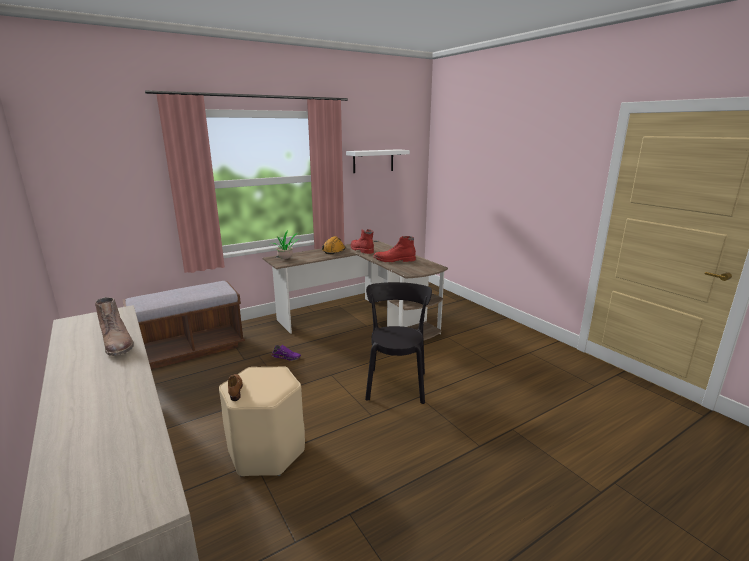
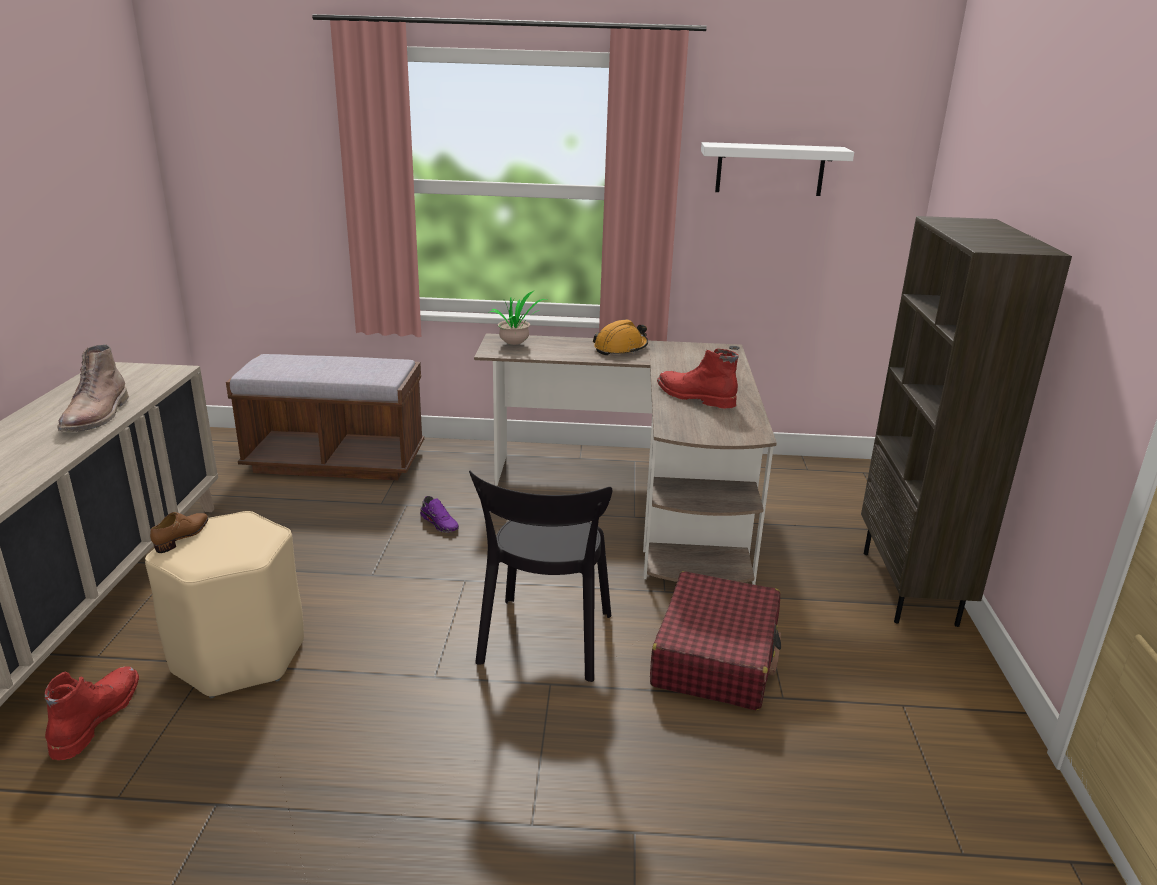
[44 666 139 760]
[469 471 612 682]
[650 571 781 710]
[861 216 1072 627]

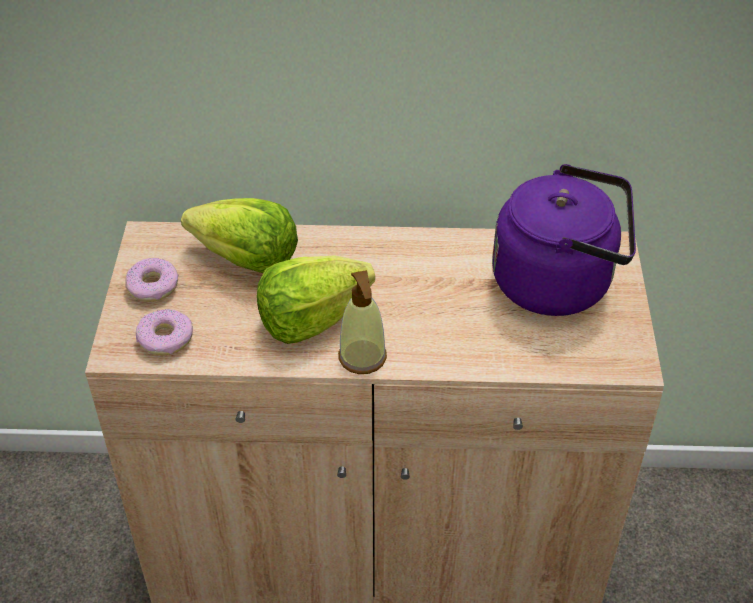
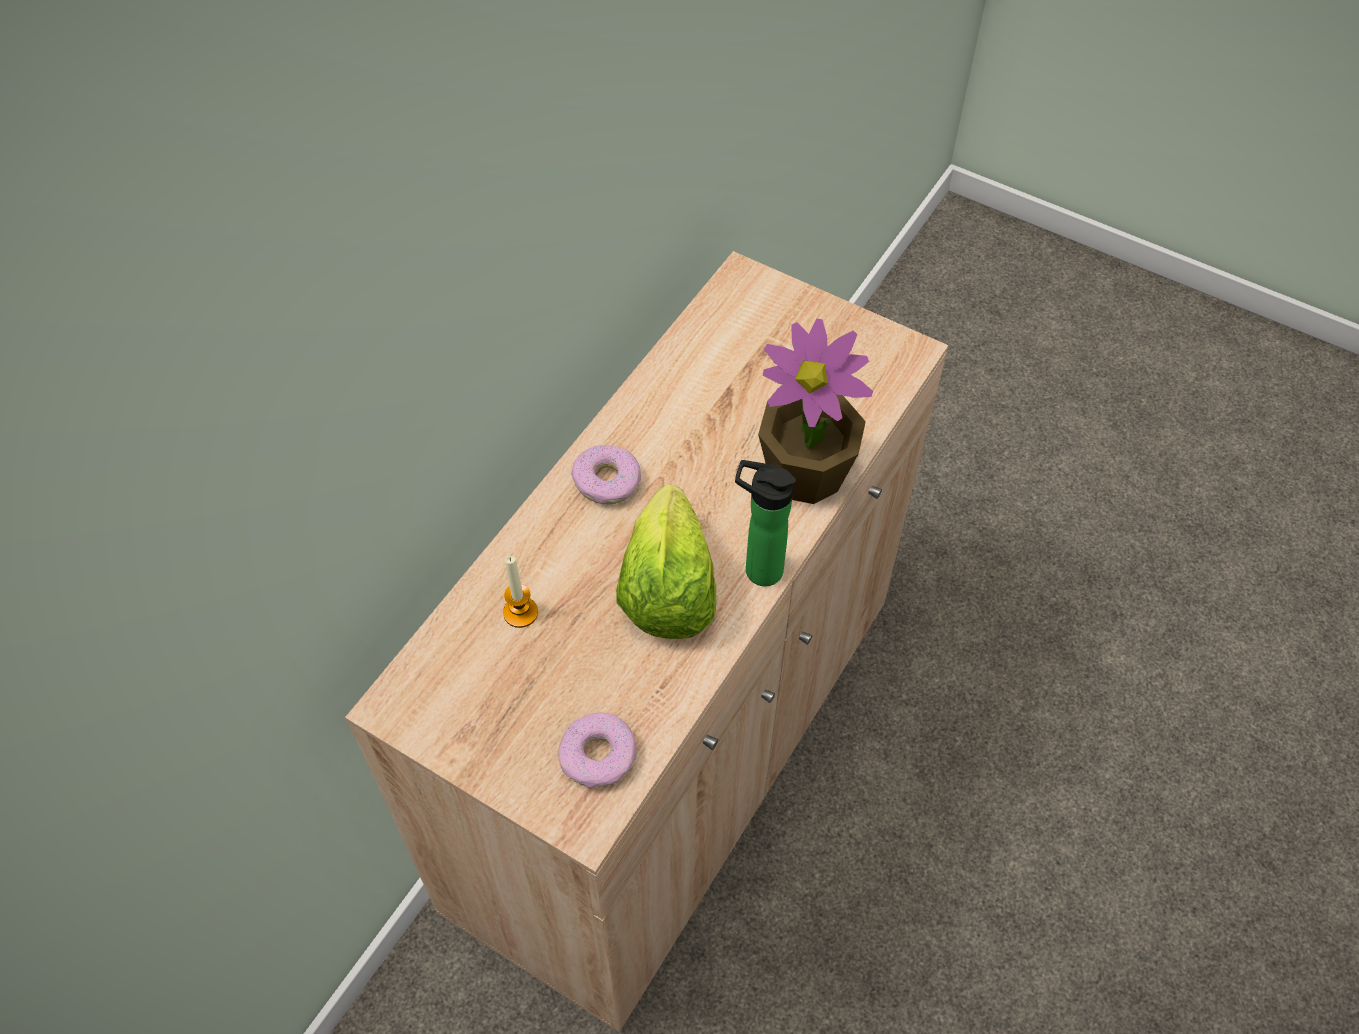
[571 445 641 505]
[503 556 538 628]
[735 460 796 586]
[492 164 636 316] (first image)
[758 319 873 504]

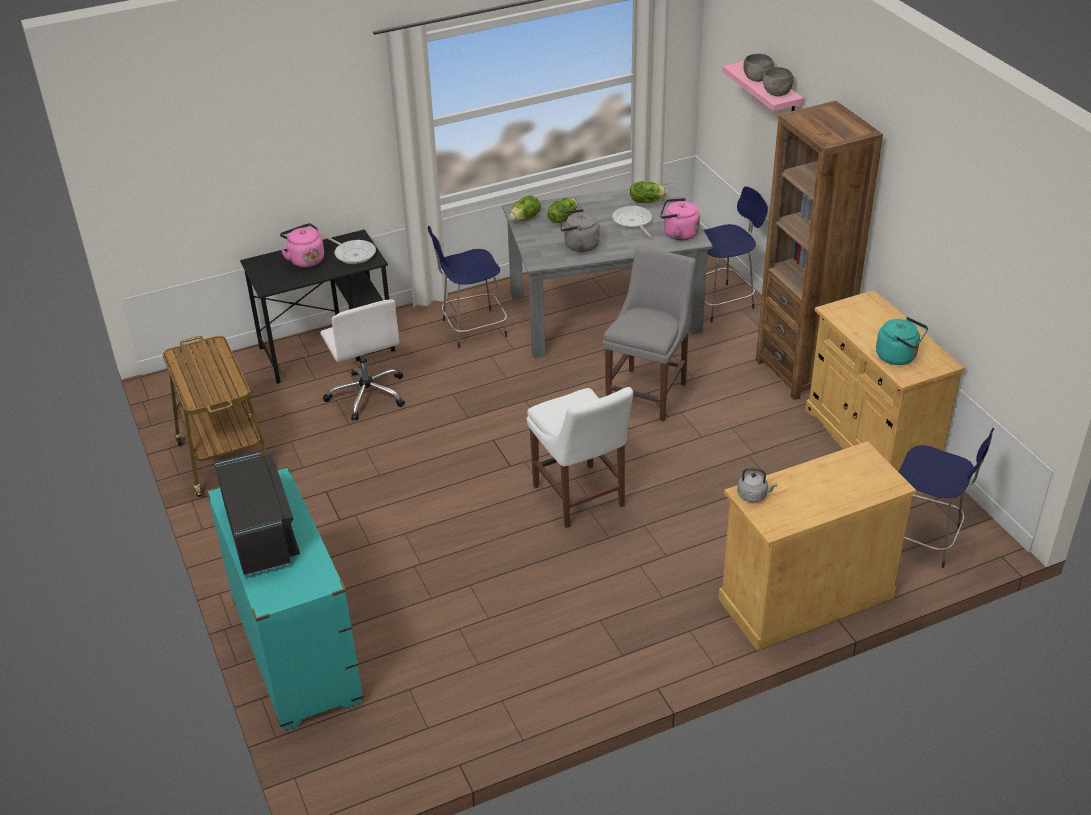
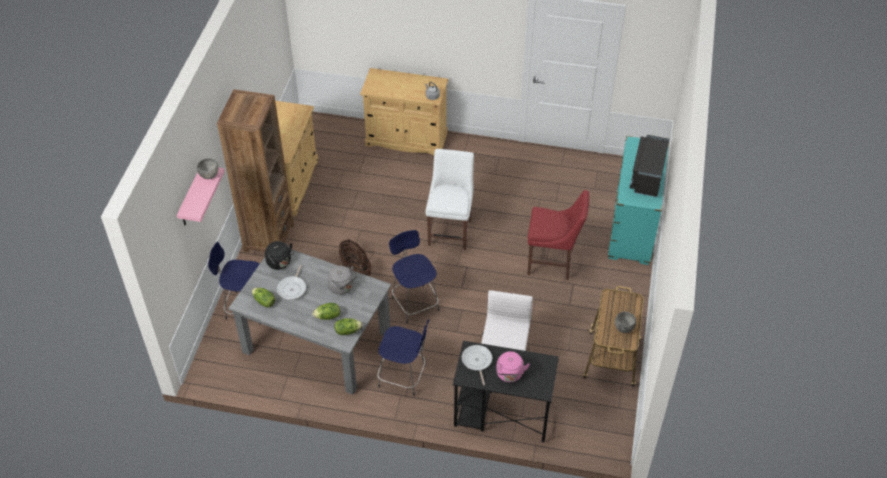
[339 239 371 276]
[265 241 294 270]
[615 311 636 333]
[876 317 928 365] (first image)
[389 230 439 323]
[527 190 589 280]

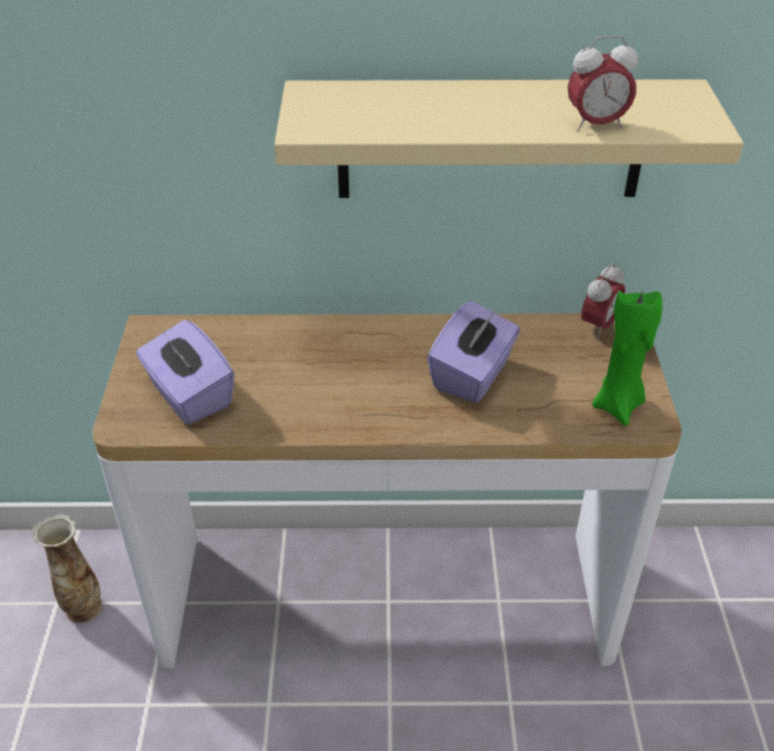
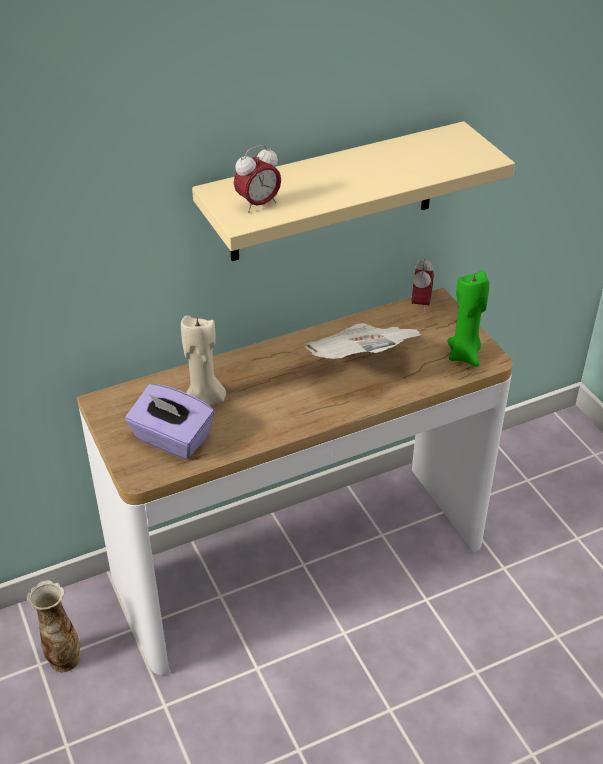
[305 323 421 359]
[234 145 281 213]
[181 315 226 406]

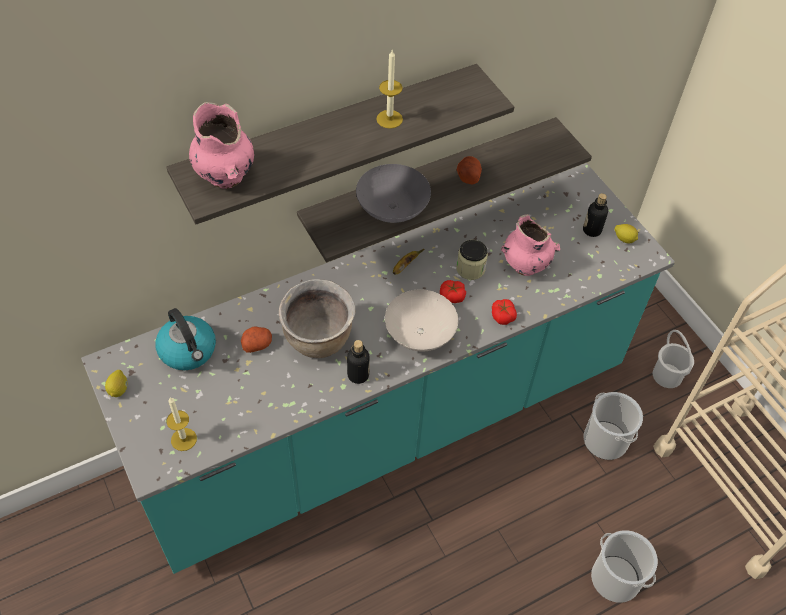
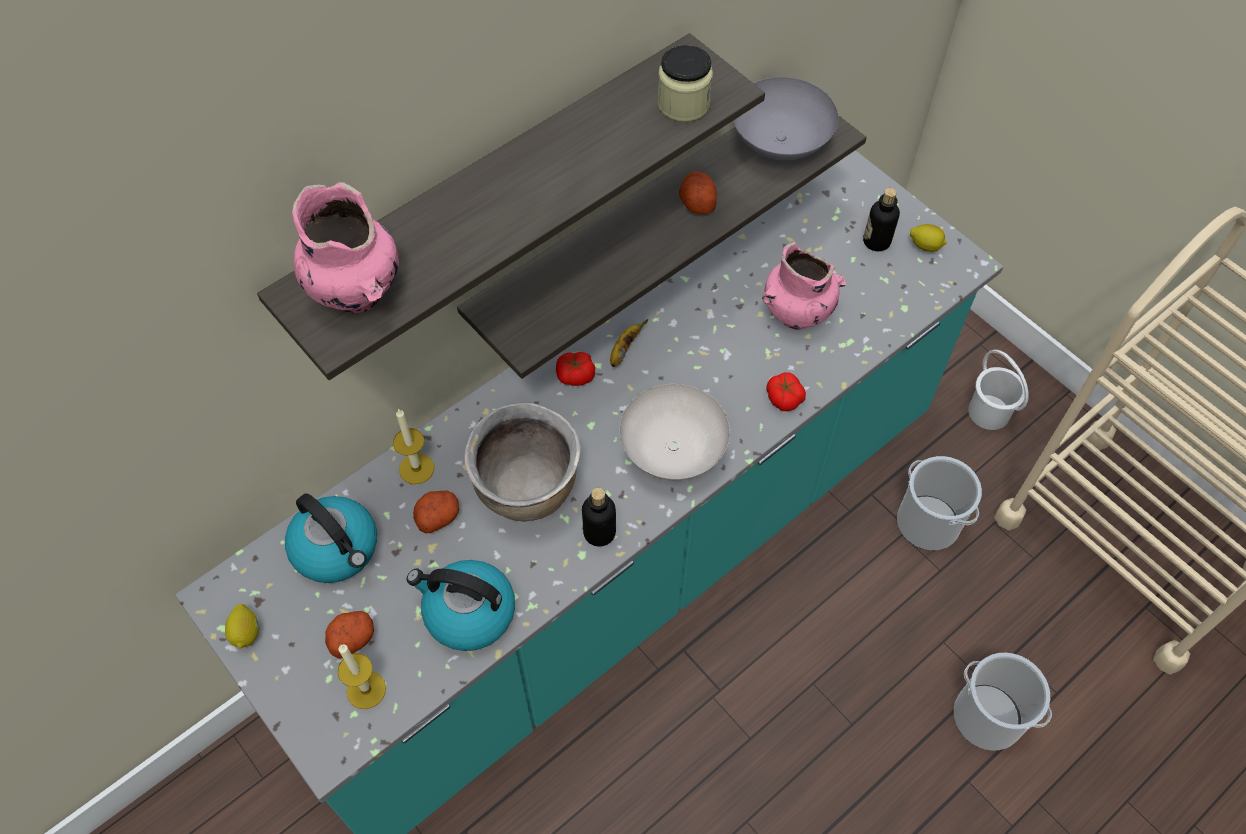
[733 77 838 160]
[393 408 434 484]
[556 352 595 386]
[658 45 713 122]
[325 611 374 659]
[407 560 515 651]

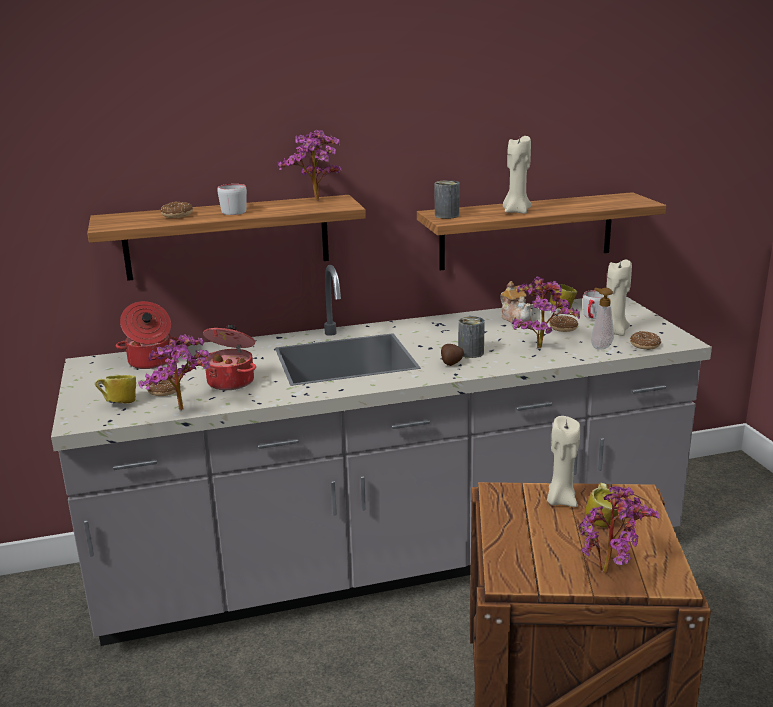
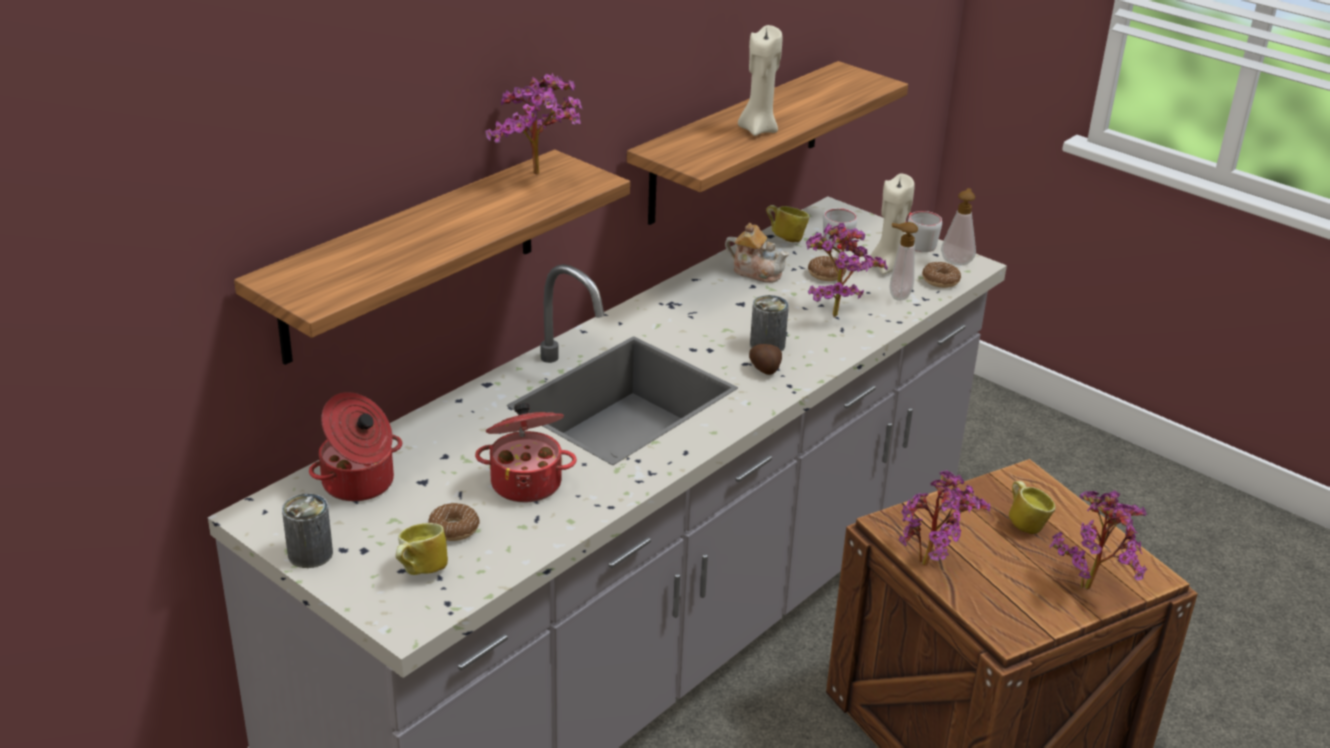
[899 470 990 566]
[161 202 193 218] (first image)
[908 211 942 252]
[282 493 333 568]
[547 416 580 507] (first image)
[941 188 976 265]

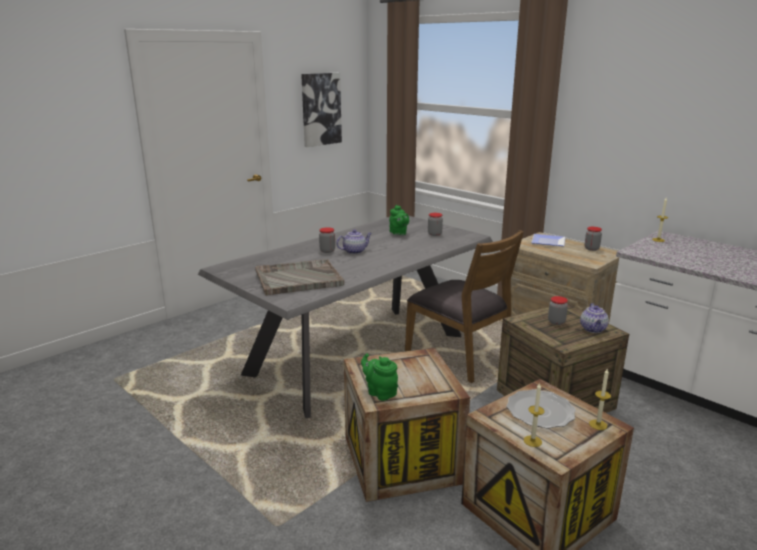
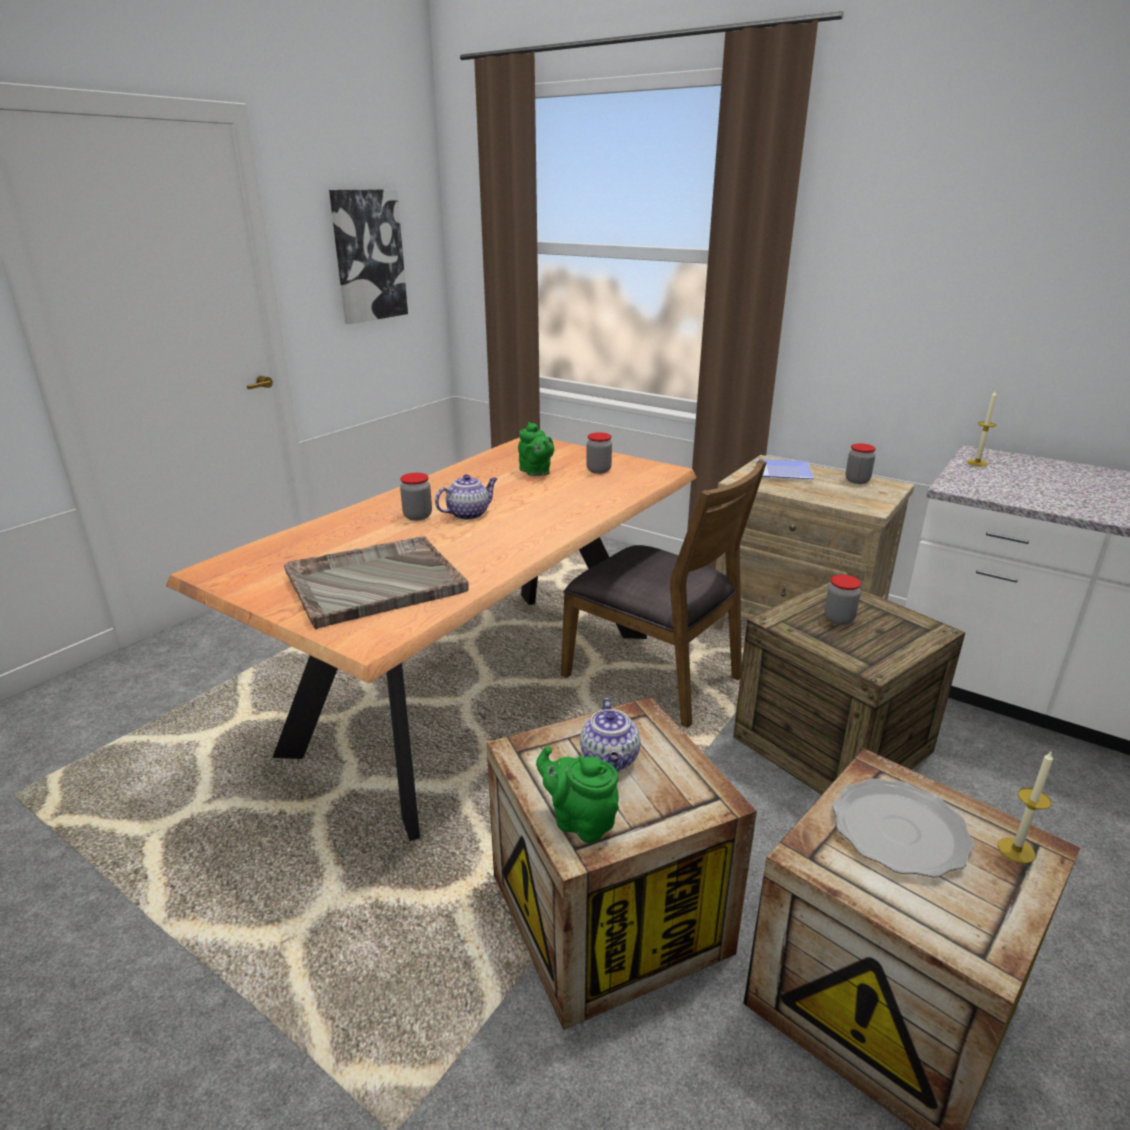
[166 437 697 841]
[524 382 544 447] (first image)
[580 698 641 773]

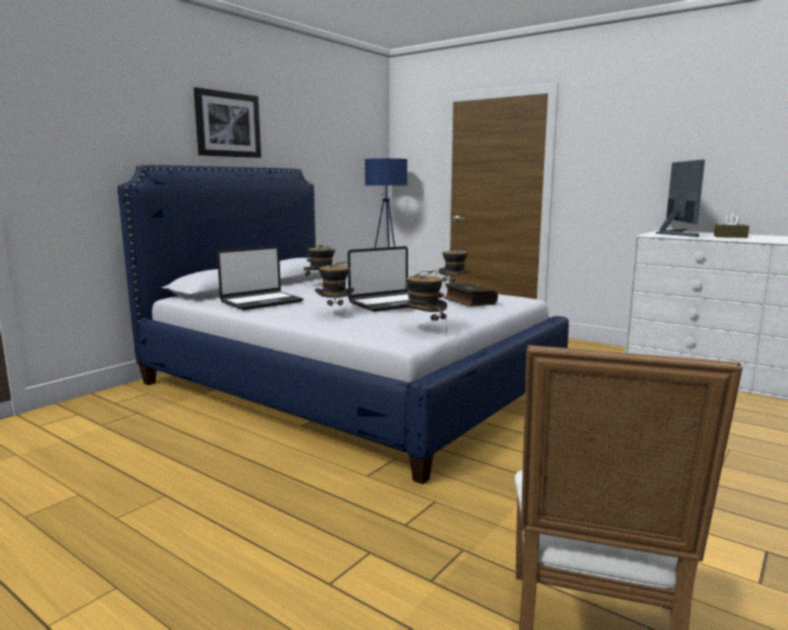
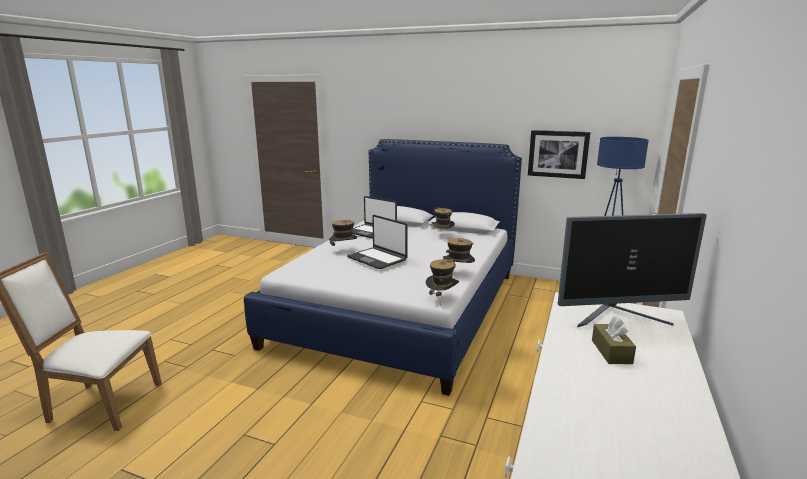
[528 130 590 179]
[426 259 459 307]
[444 283 498 307] (first image)

